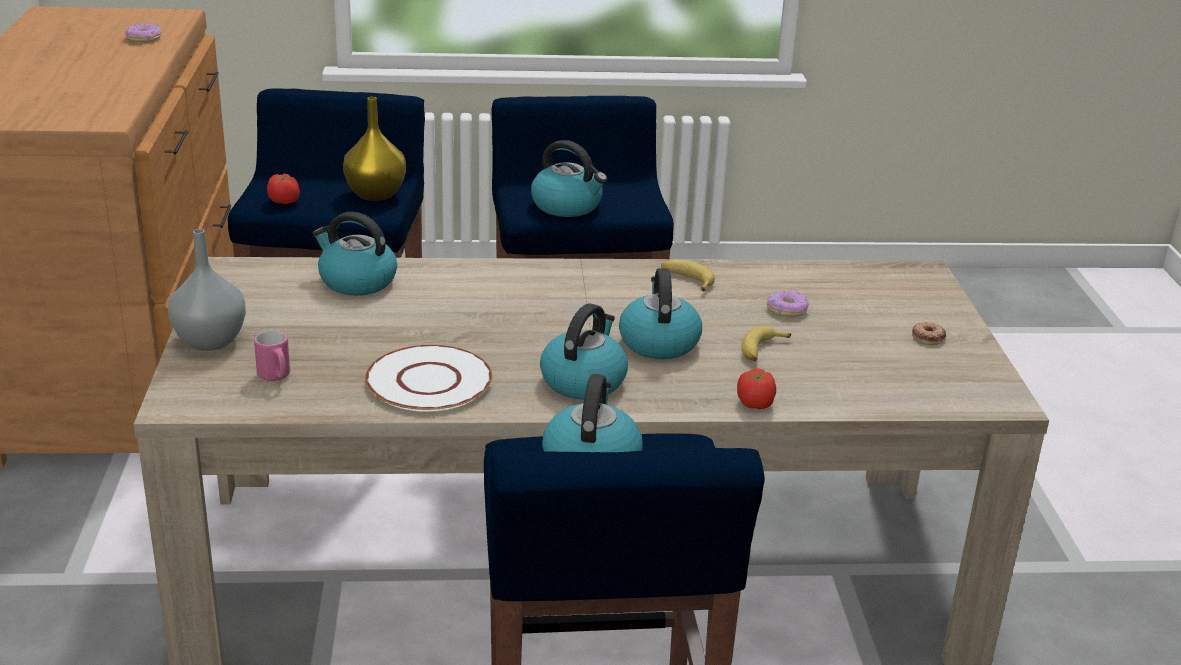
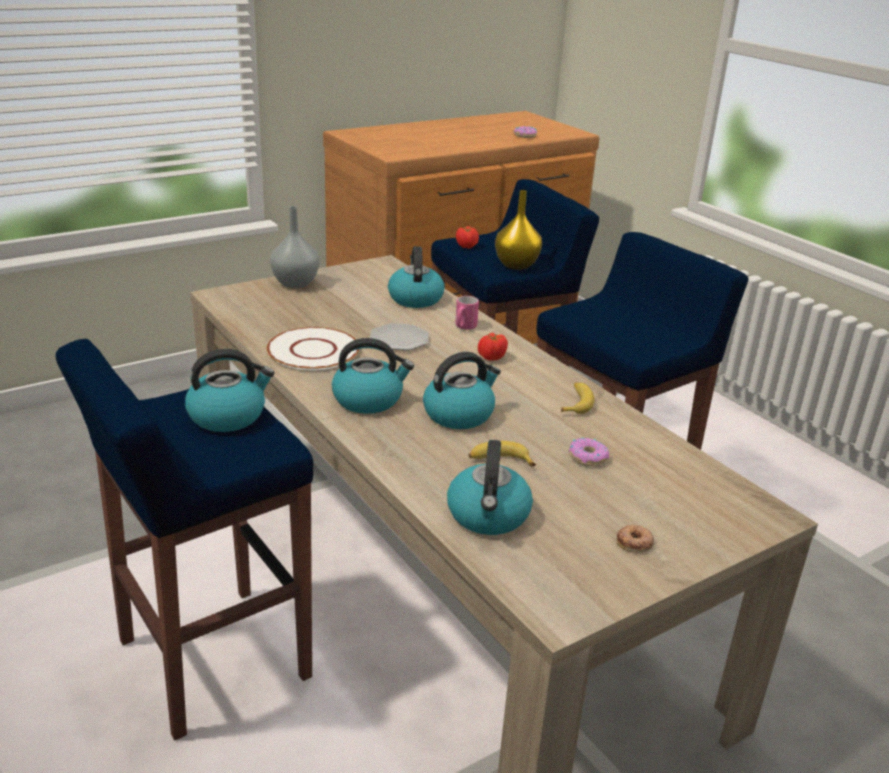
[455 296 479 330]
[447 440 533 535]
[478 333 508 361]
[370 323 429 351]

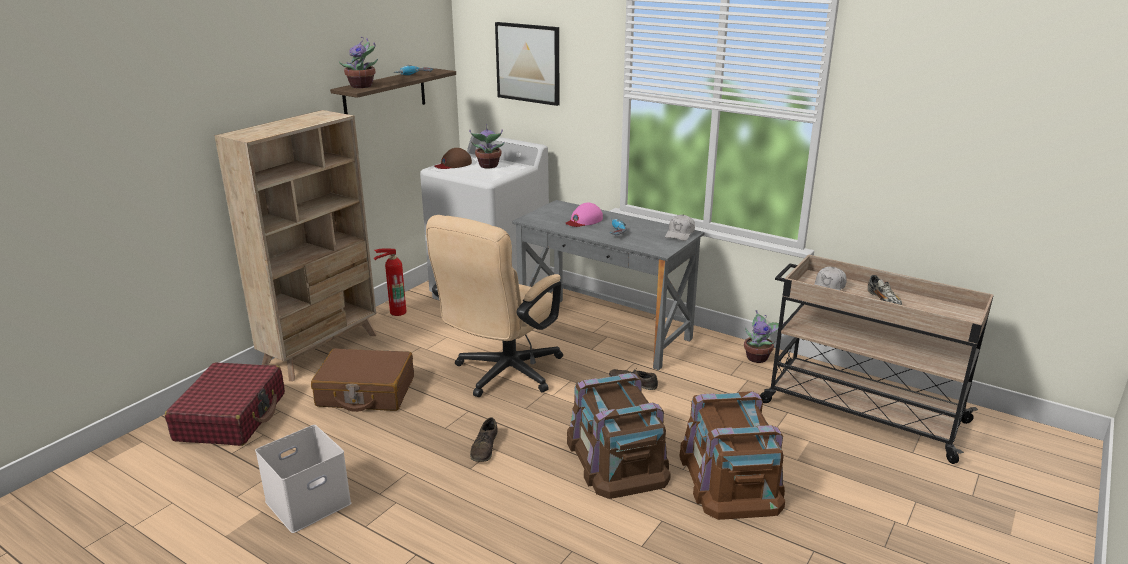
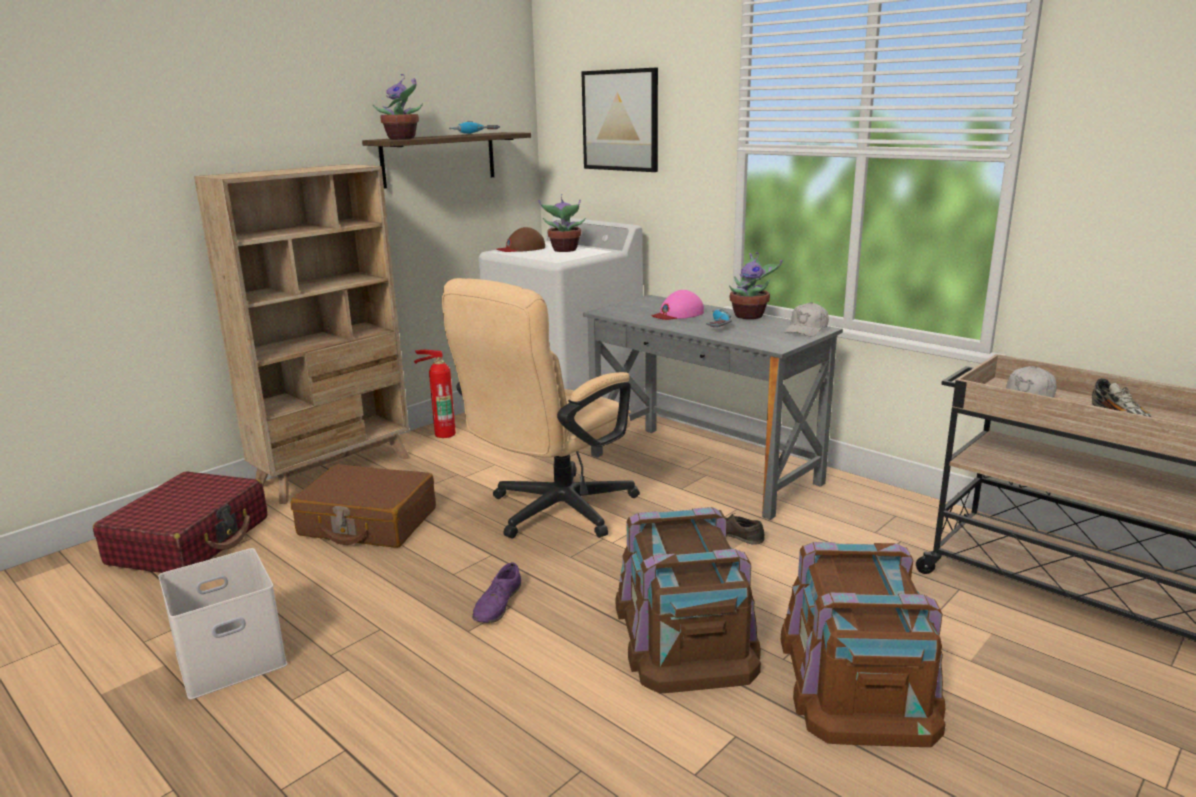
[472 562 521 623]
[729 252 782 319]

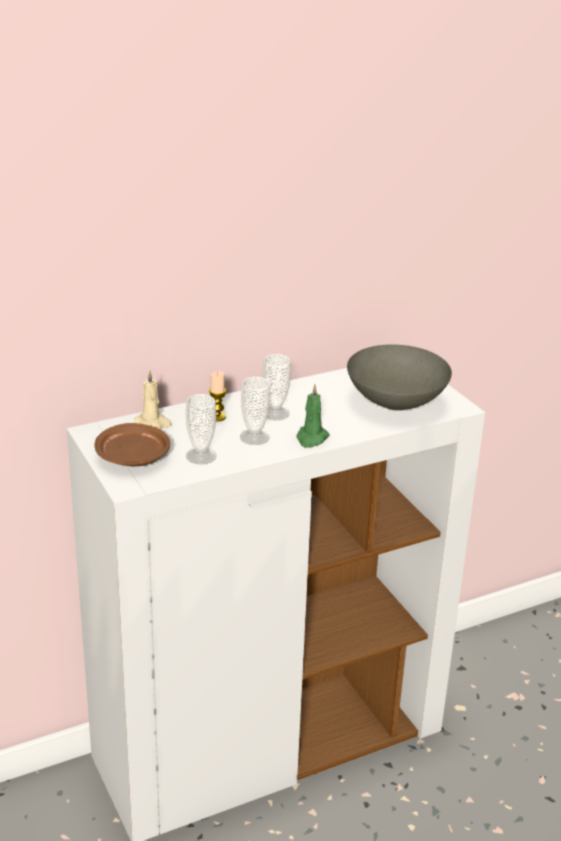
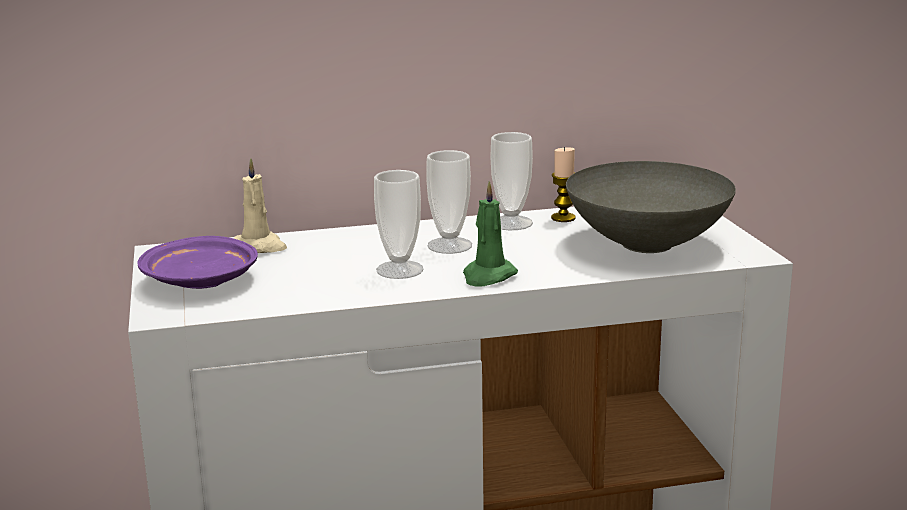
[137 236 258 289]
[490 132 533 230]
[551 147 576 222]

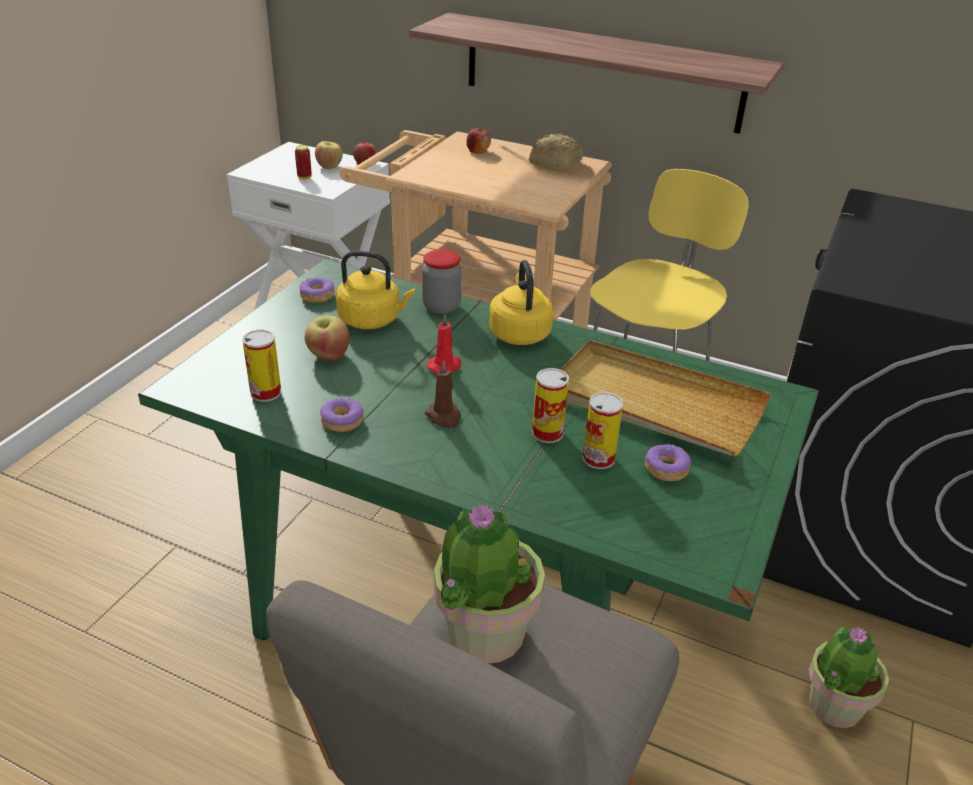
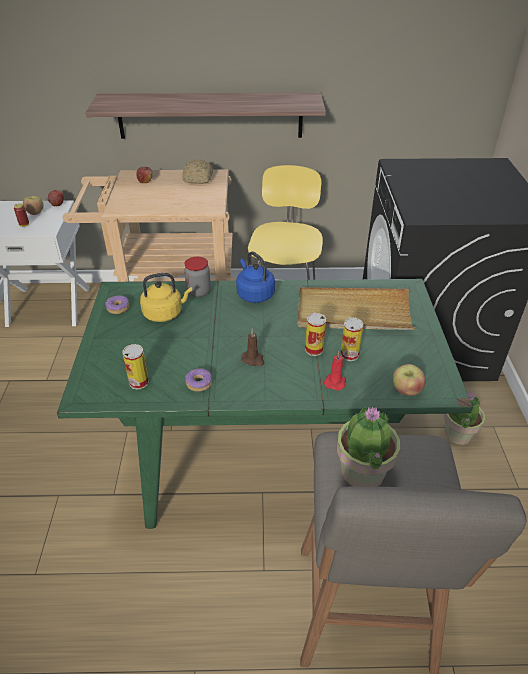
[393 364 426 396]
[324 352 346 391]
[236 251 275 303]
[645 443 691 481] (first image)

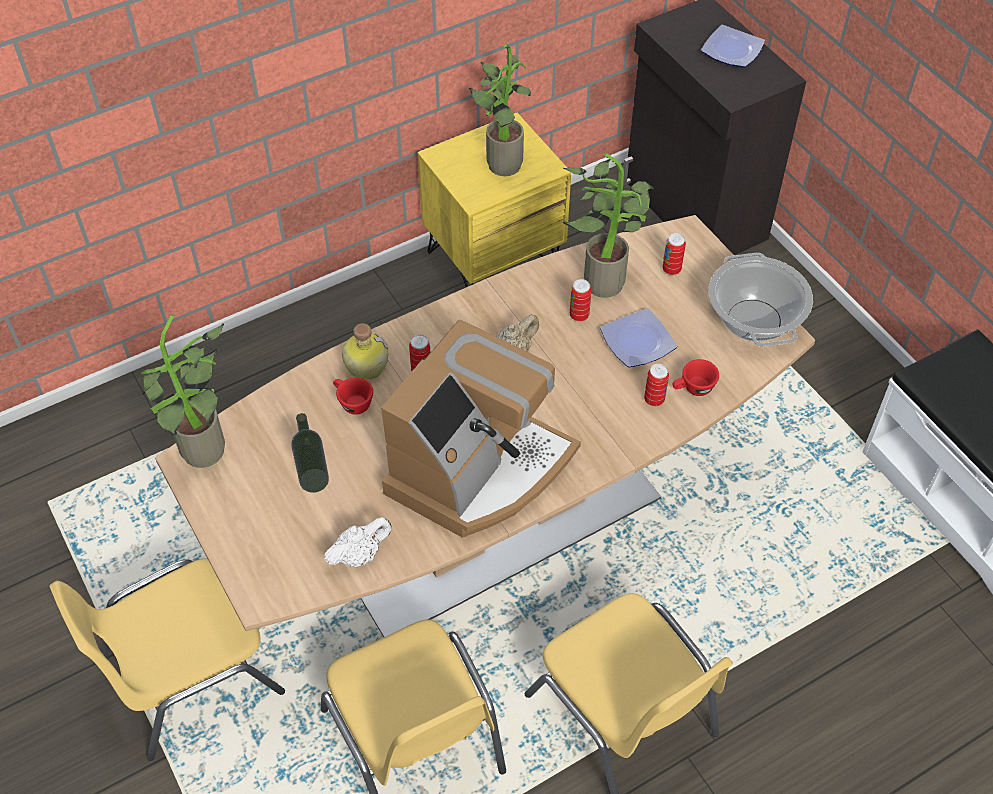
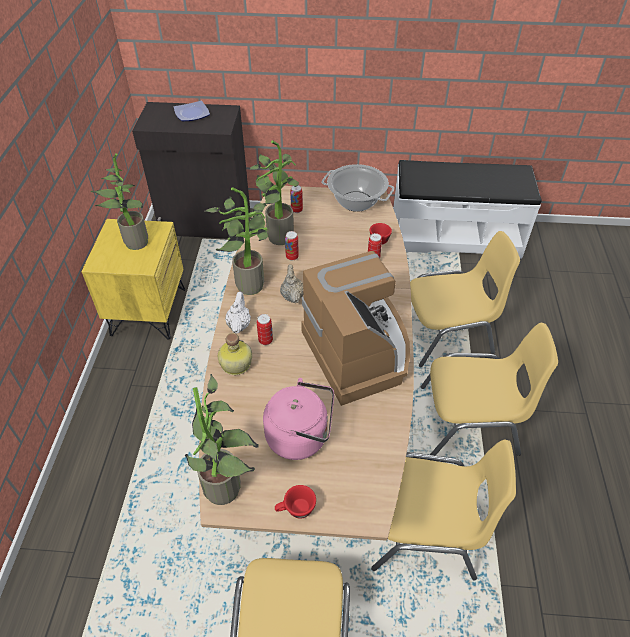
[263 378 334 460]
[225 292 251 334]
[275 485 316 519]
[600 308 677 367] (first image)
[206 188 268 295]
[410 231 520 367]

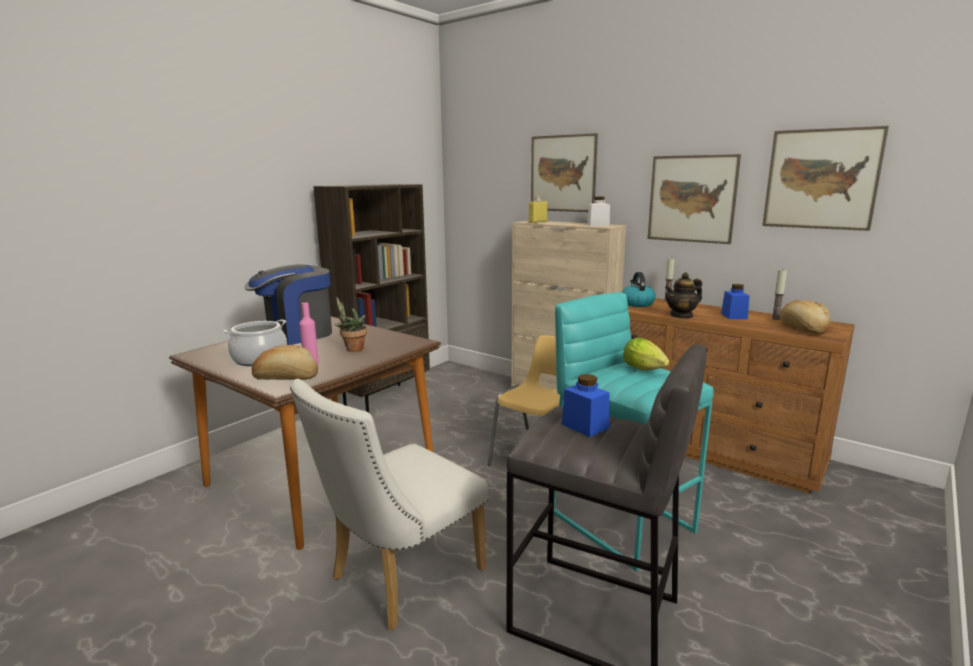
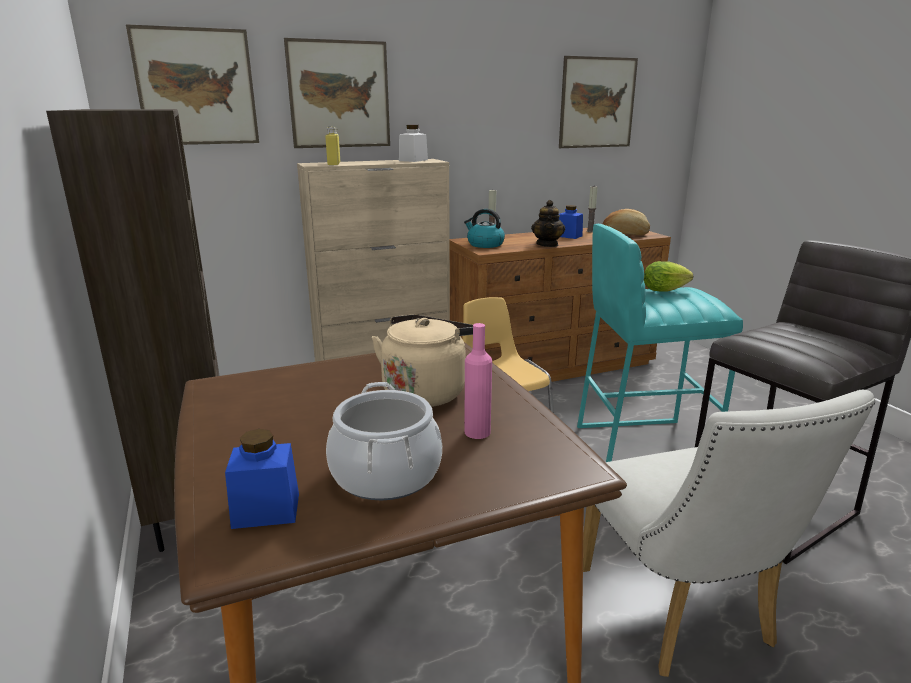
[244 264 332 345] (first image)
[252 345 318 380] (first image)
[372 314 473 407]
[225 429 299 529]
[126 24 259 145]

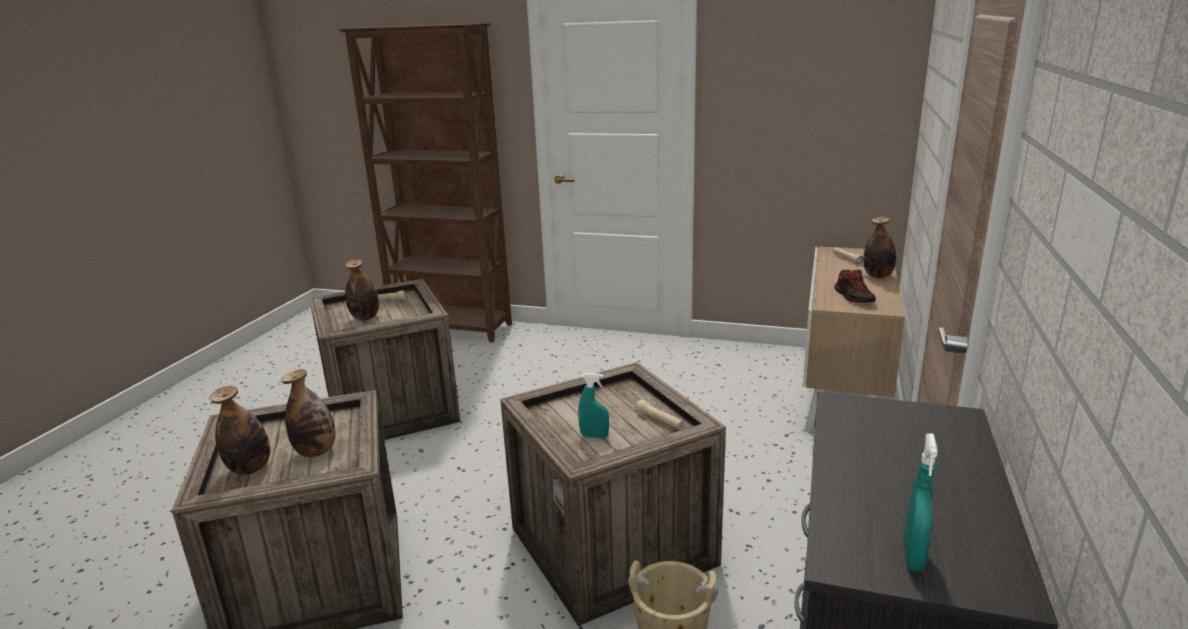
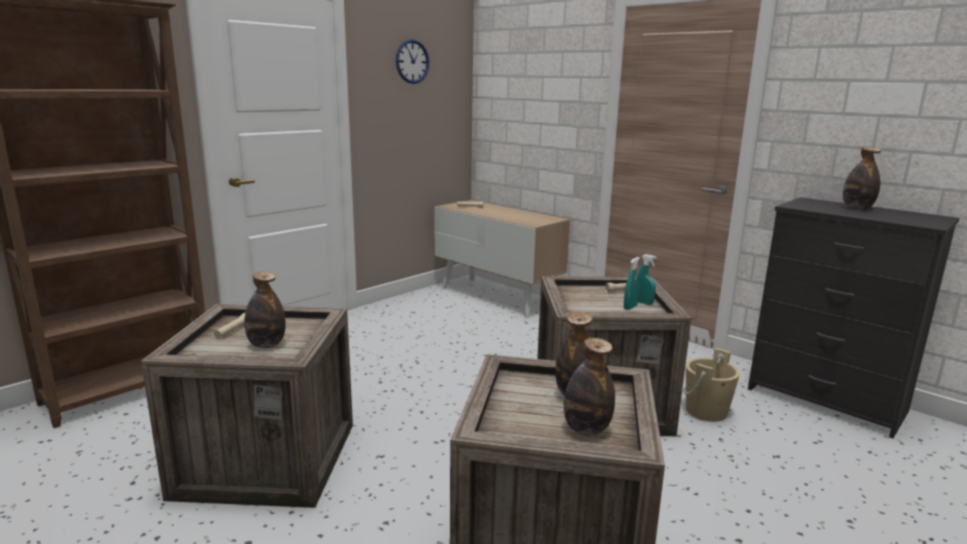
[834 270 876 303] (first image)
[843 147 881 209]
[636 254 657 305]
[396 39 429 84]

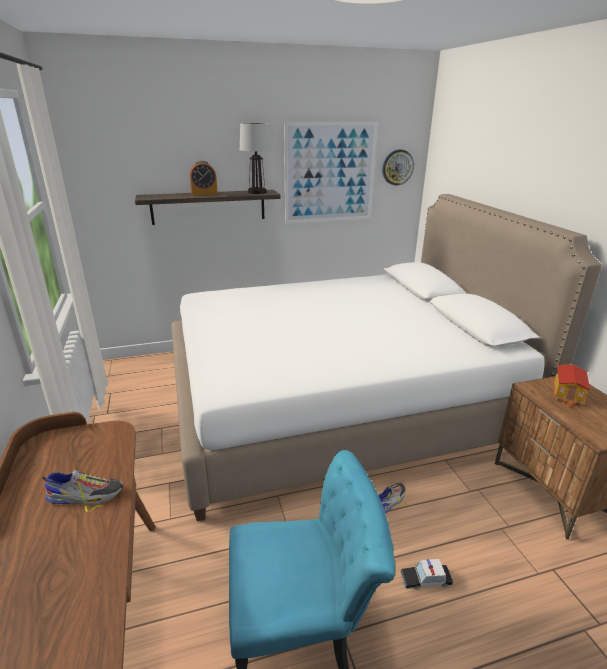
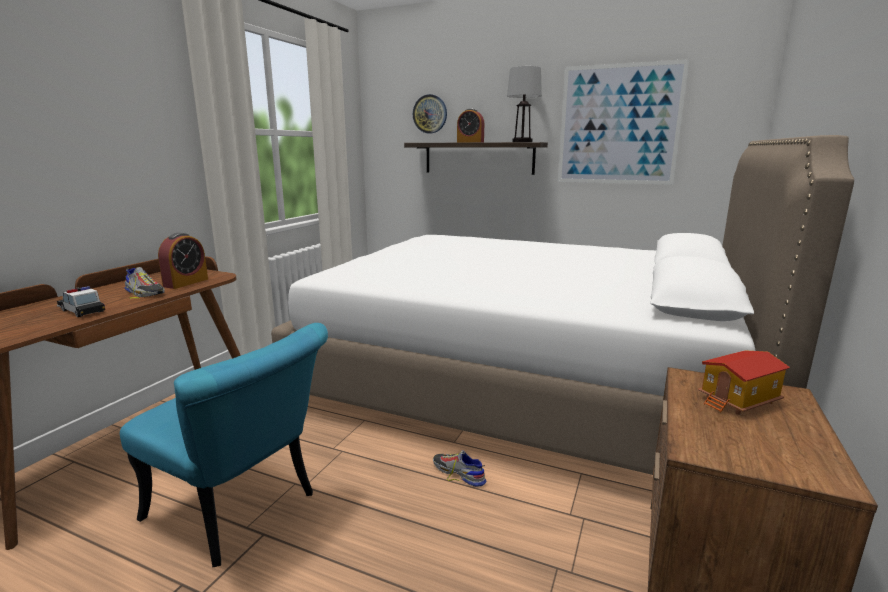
[433 451 486 487]
[413 94 447 133]
[57 286 105 317]
[158 233 208 289]

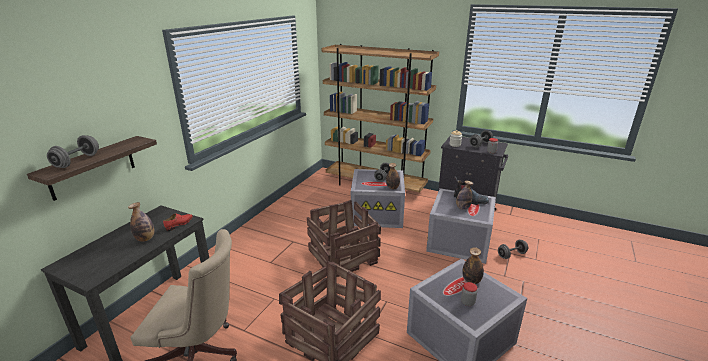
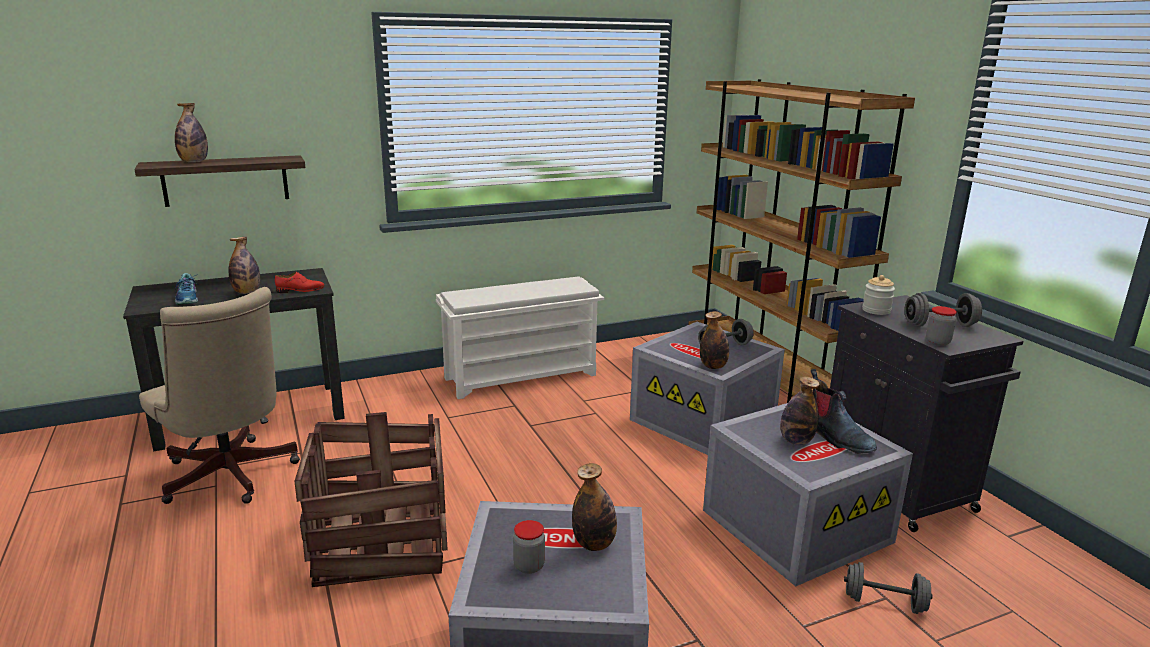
[175 103 208 162]
[307 200 381 277] (first image)
[175 273 198 305]
[436 276 604 399]

